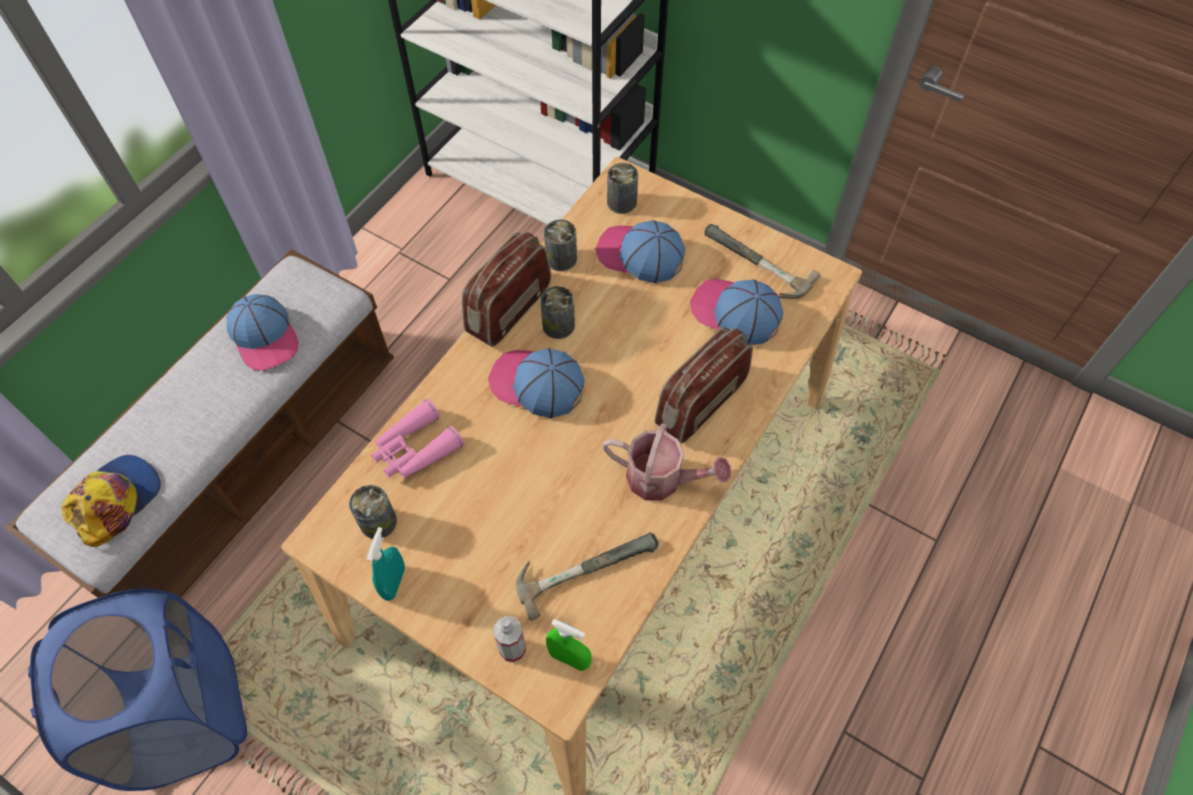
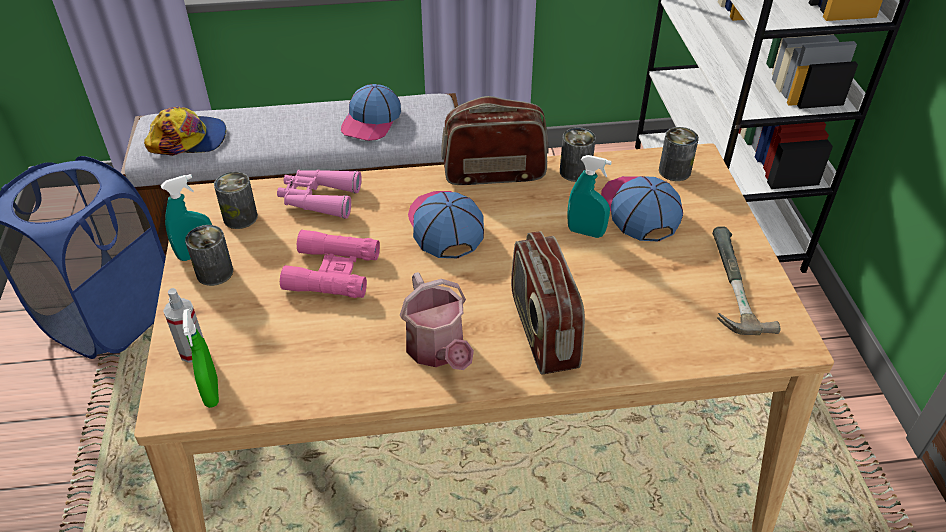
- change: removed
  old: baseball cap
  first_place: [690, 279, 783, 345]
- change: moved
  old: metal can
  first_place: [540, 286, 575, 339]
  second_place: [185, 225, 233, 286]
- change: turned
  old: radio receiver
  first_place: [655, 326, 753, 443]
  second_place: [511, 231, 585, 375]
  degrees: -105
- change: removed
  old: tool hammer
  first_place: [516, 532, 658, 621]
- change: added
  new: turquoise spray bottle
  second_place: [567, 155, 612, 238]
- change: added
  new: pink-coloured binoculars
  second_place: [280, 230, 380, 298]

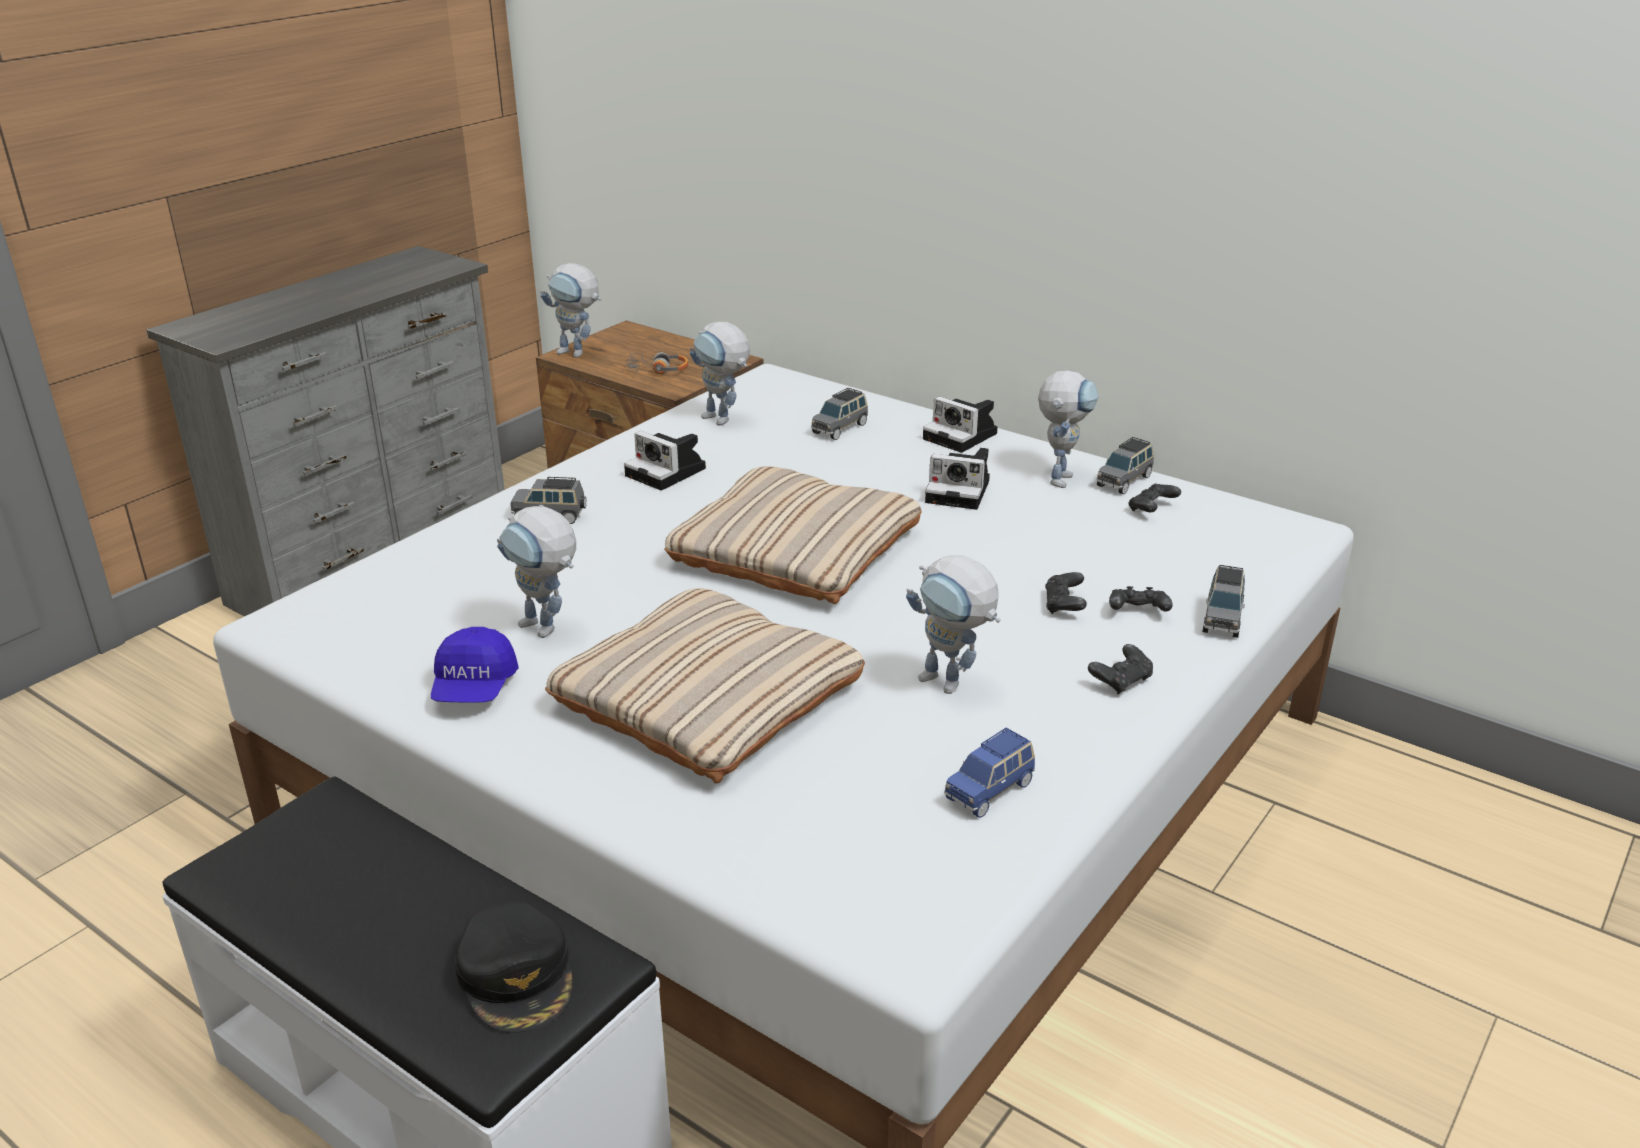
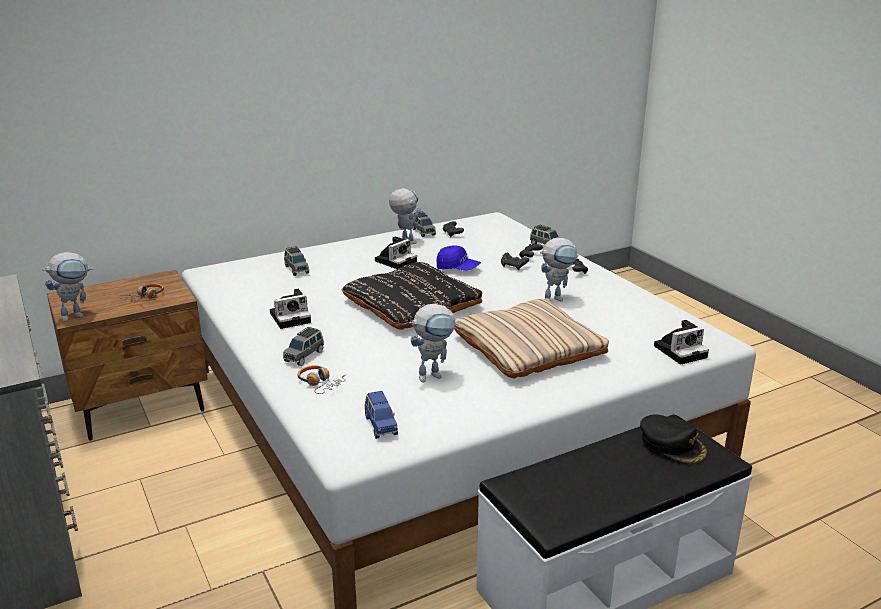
- change: removed
  old: model robot
  first_place: [689, 322, 750, 425]
- change: moved
  old: photo camera
  first_place: [923, 396, 998, 453]
  second_place: [654, 320, 709, 365]
- change: recoloured
  old: beige-coloured throw pillow
  new: black-coloured throw pillow
  first_place: [664, 466, 921, 604]
  second_place: [342, 262, 482, 330]
- change: moved
  old: blue-coloured baseball cap
  first_place: [431, 627, 519, 703]
  second_place: [437, 246, 481, 271]
- change: moved
  old: blue-coloured toy car
  first_place: [944, 728, 1035, 818]
  second_place: [365, 391, 398, 439]
- change: turned
  old: black-coloured baseball cap
  first_place: [455, 899, 573, 1033]
  second_place: [640, 414, 708, 464]
  degrees: 45
- change: added
  new: pair of headphones
  second_place: [298, 365, 346, 394]

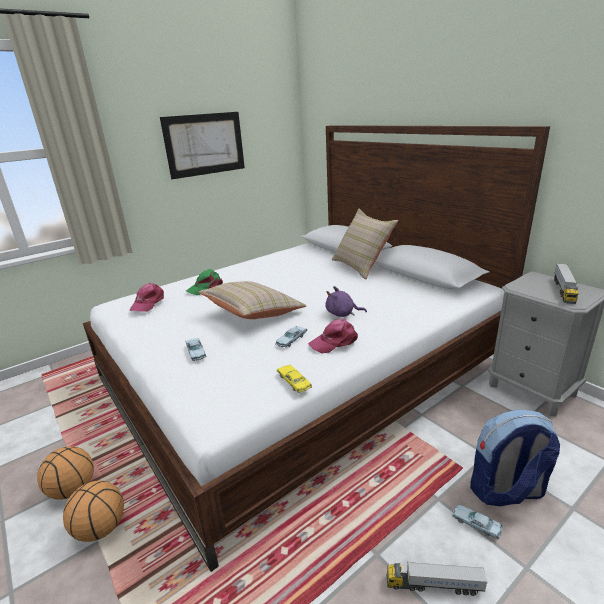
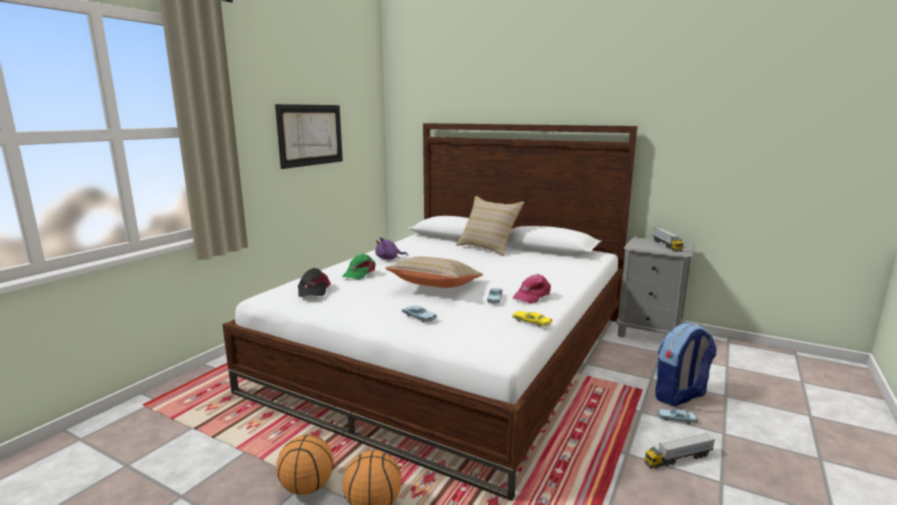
- change: recoloured
  old: pink-coloured baseball cap
  new: black-coloured baseball cap
  first_place: [130, 283, 164, 312]
  second_place: [298, 268, 331, 297]
- change: moved
  old: purple cuddly toy
  first_place: [325, 286, 367, 317]
  second_place: [375, 237, 408, 260]

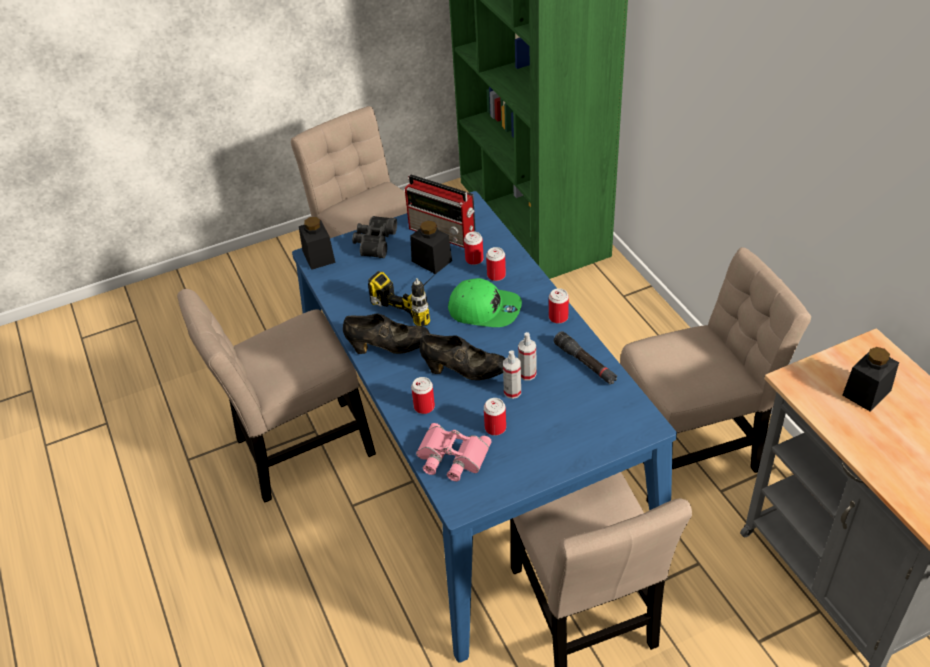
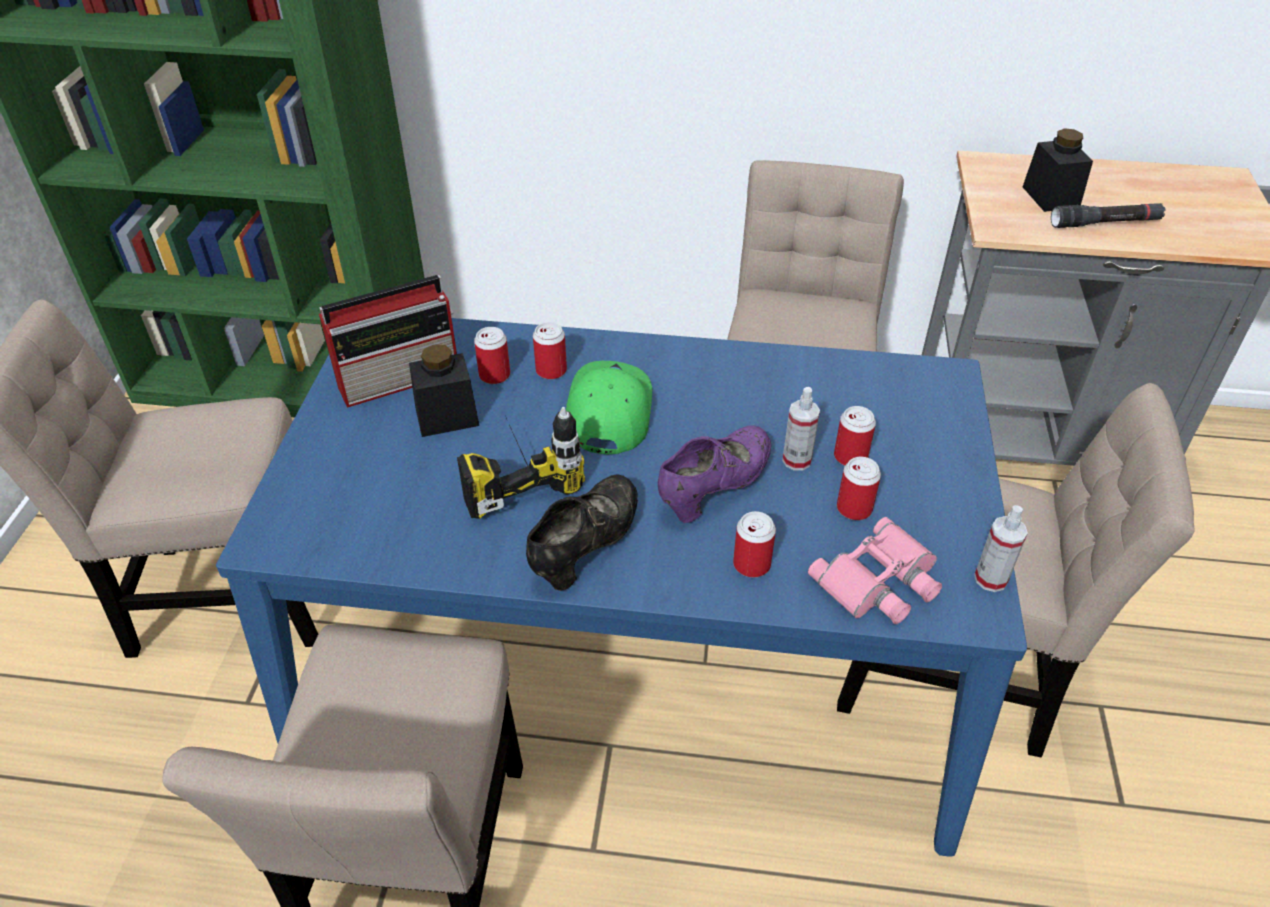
- change: removed
  old: black-coloured binoculars
  first_place: [352, 216, 397, 258]
- change: removed
  old: black-coloured jar
  first_place: [299, 217, 335, 270]
- change: turned
  old: green baseball cap
  first_place: [448, 278, 522, 327]
  second_place: [566, 361, 652, 454]
  degrees: -45
- change: moved
  old: metal can
  first_place: [549, 288, 569, 323]
  second_place: [834, 406, 876, 466]
- change: moved
  old: black-coloured hand torch
  first_place: [554, 331, 617, 385]
  second_place: [1051, 203, 1166, 228]
- change: moved
  old: spray bottle
  first_place: [518, 332, 536, 381]
  second_place: [974, 505, 1028, 592]
- change: recoloured
  old: black-coloured shoe
  new: purple shoe
  first_place: [420, 334, 506, 380]
  second_place: [658, 425, 772, 523]

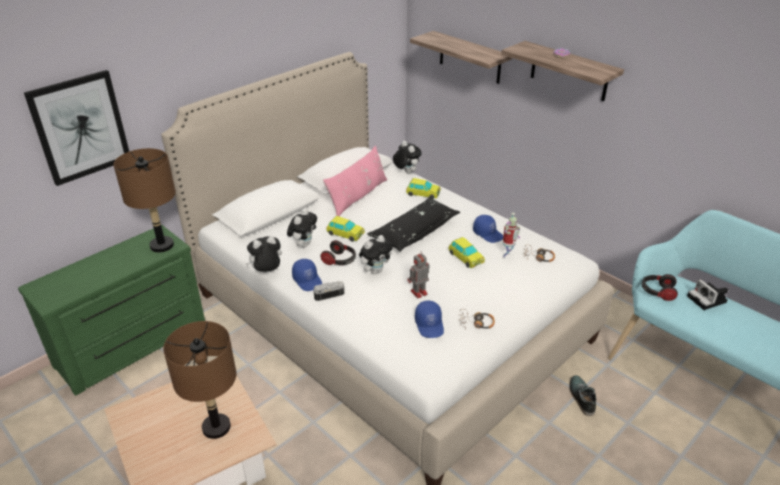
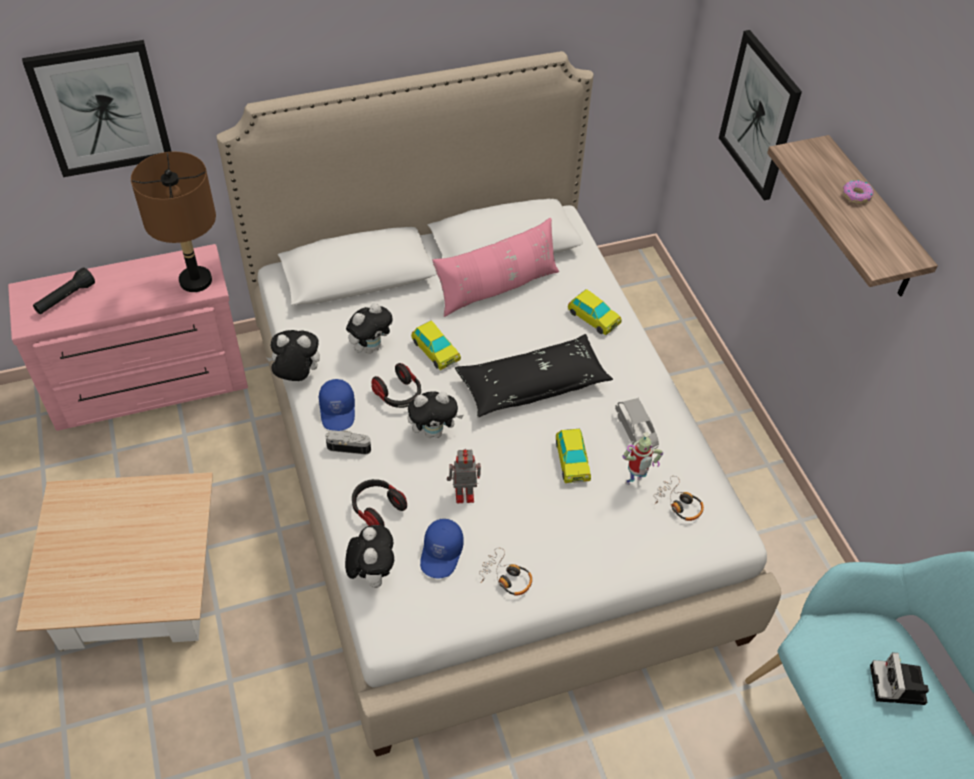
- change: replaced
  old: shelf
  new: picture
  first_place: [410, 31, 512, 84]
  second_place: [719, 30, 802, 200]
- change: moved
  old: cuddly toy
  first_place: [393, 141, 422, 174]
  second_place: [345, 525, 394, 588]
- change: replaced
  old: blue-coloured baseball cap
  new: grey toy car
  first_place: [473, 215, 503, 243]
  second_place: [615, 398, 659, 449]
- change: recoloured
  old: green dresser
  new: pink-coloured dresser
  first_place: [18, 225, 205, 396]
  second_place: [8, 244, 248, 431]
- change: moved
  old: pair of headphones
  first_place: [642, 274, 678, 301]
  second_place: [352, 479, 407, 526]
- change: removed
  old: brown tabletop lamp
  first_place: [163, 321, 236, 439]
- change: removed
  old: shoe
  first_place: [569, 375, 596, 416]
- change: added
  new: black-coloured hand torch
  second_place: [33, 268, 95, 314]

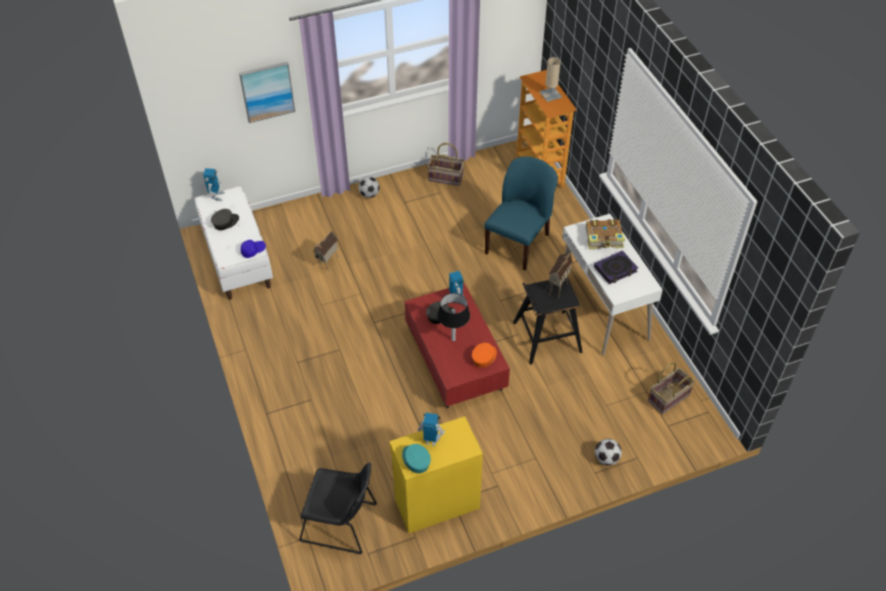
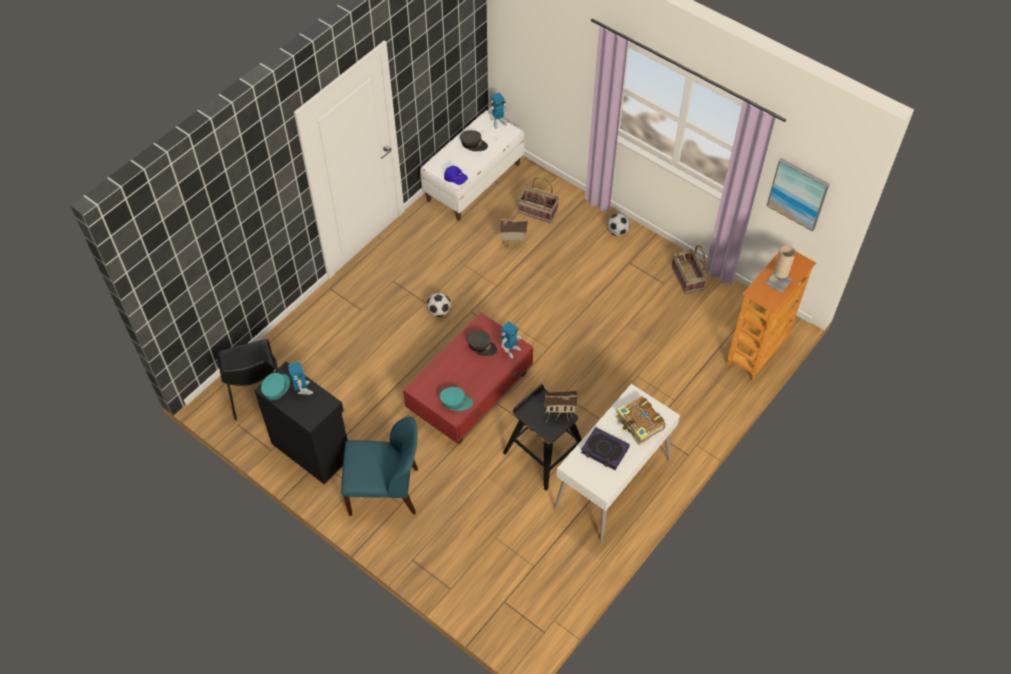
- change: moved
  old: picture
  first_place: [239, 62, 295, 123]
  second_place: [767, 158, 829, 231]
- change: moved
  old: blue-coloured chair
  first_place: [484, 156, 558, 270]
  second_place: [341, 416, 418, 516]
- change: removed
  old: black-coloured tabletop lamp
  first_place: [437, 293, 470, 341]
- change: recoloured
  old: orangey baseball cap
  new: turquoise baseball cap
  first_place: [472, 343, 497, 368]
  second_place: [440, 387, 473, 411]
- change: moved
  old: storage basket
  first_place: [648, 362, 695, 414]
  second_place: [518, 177, 559, 223]
- change: recoloured
  old: yellowish cabinet
  new: black-coloured cabinet
  first_place: [390, 416, 483, 533]
  second_place: [254, 362, 347, 484]
- change: moved
  old: ball for football
  first_place: [595, 439, 622, 466]
  second_place: [427, 293, 451, 317]

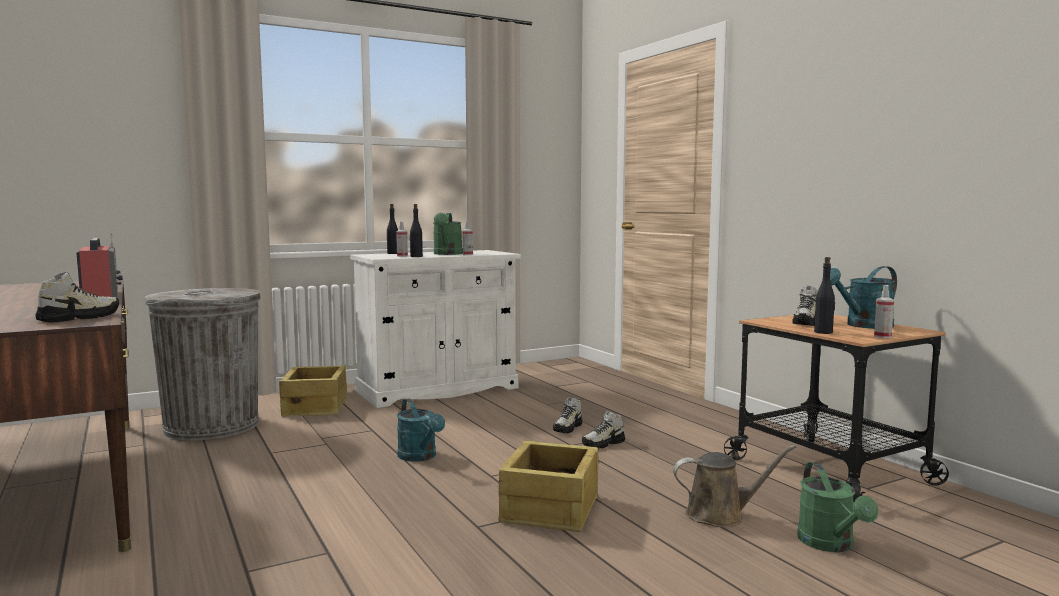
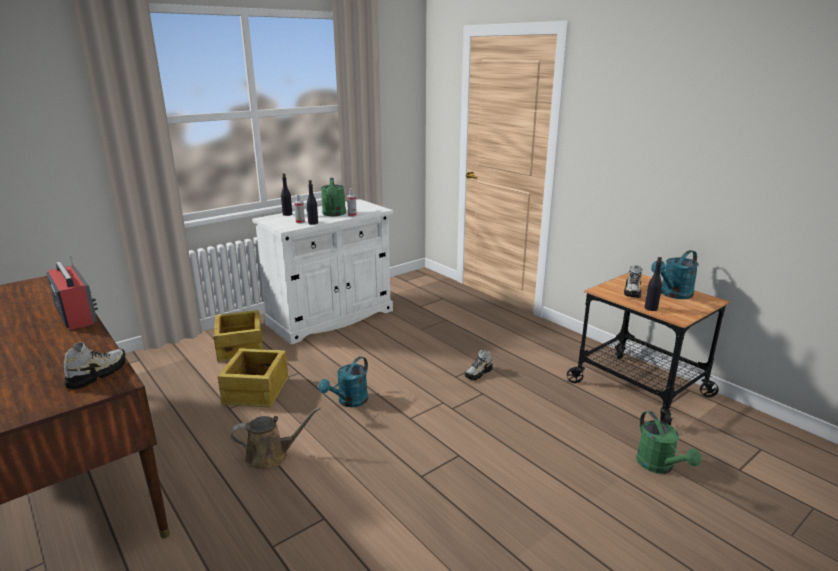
- change: removed
  old: spray bottle
  first_place: [874, 285, 894, 338]
- change: removed
  old: grey rubbish bin
  first_place: [145, 288, 261, 441]
- change: removed
  old: shoe
  first_place: [553, 397, 582, 434]
- change: turned
  old: turquoise sprinkling can
  first_place: [397, 398, 445, 462]
  second_place: [318, 356, 368, 407]
  degrees: 75
- change: moved
  old: crate
  first_place: [499, 440, 598, 532]
  second_place: [218, 348, 288, 407]
- change: moved
  old: brown sprinkling can
  first_place: [673, 445, 796, 527]
  second_place: [231, 407, 321, 470]

